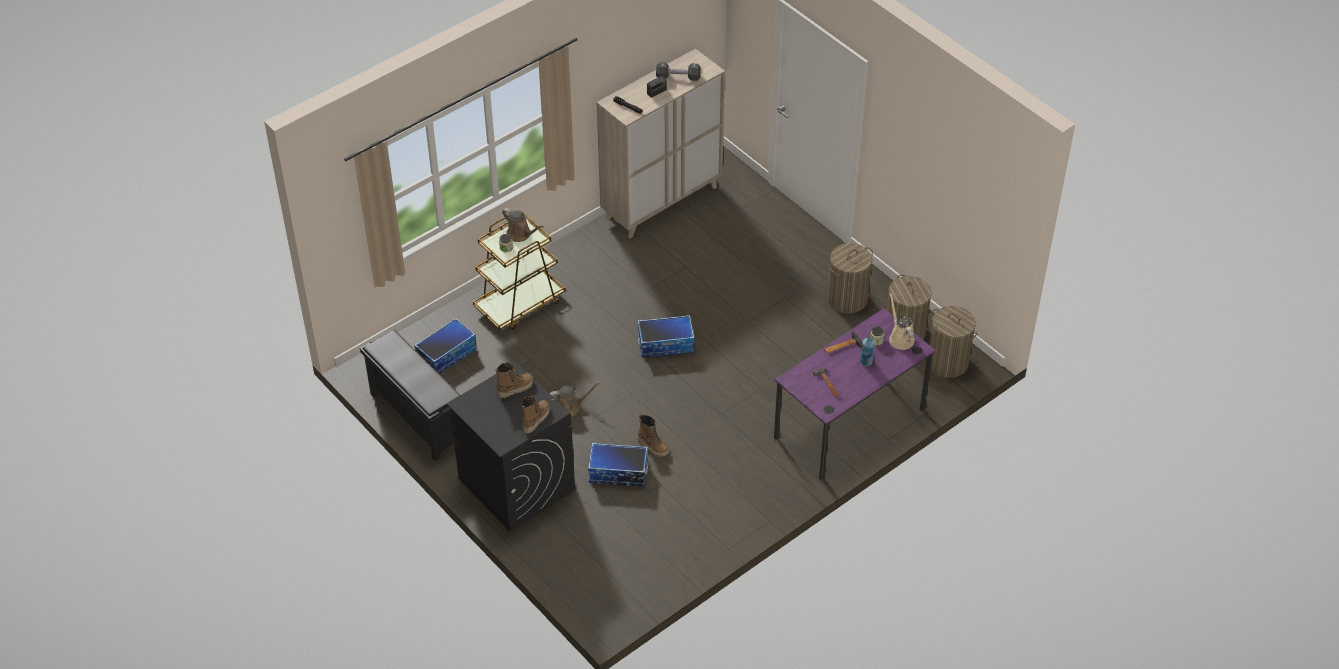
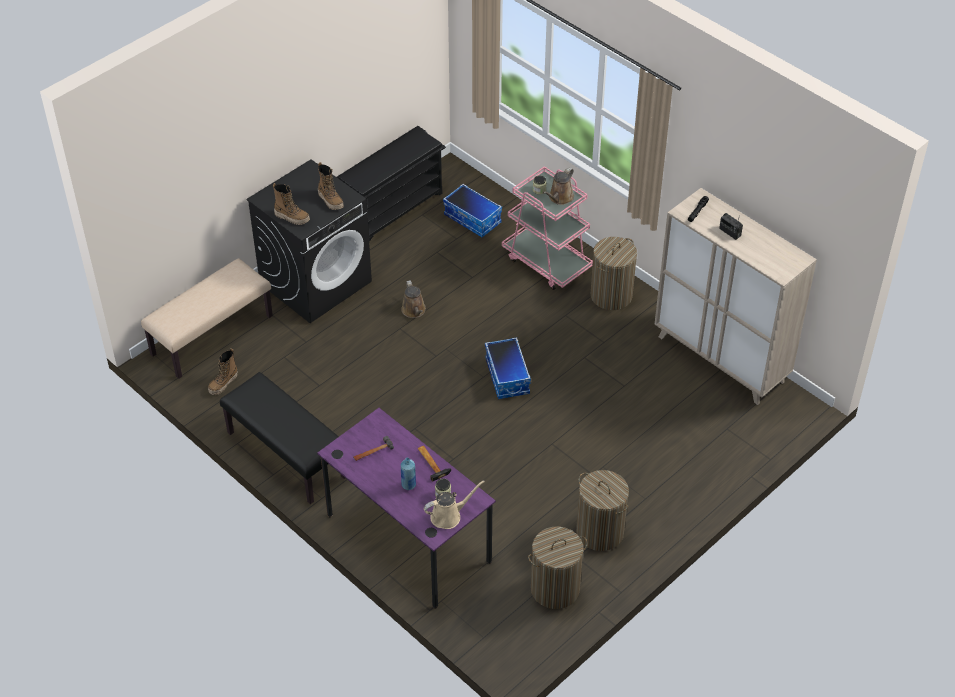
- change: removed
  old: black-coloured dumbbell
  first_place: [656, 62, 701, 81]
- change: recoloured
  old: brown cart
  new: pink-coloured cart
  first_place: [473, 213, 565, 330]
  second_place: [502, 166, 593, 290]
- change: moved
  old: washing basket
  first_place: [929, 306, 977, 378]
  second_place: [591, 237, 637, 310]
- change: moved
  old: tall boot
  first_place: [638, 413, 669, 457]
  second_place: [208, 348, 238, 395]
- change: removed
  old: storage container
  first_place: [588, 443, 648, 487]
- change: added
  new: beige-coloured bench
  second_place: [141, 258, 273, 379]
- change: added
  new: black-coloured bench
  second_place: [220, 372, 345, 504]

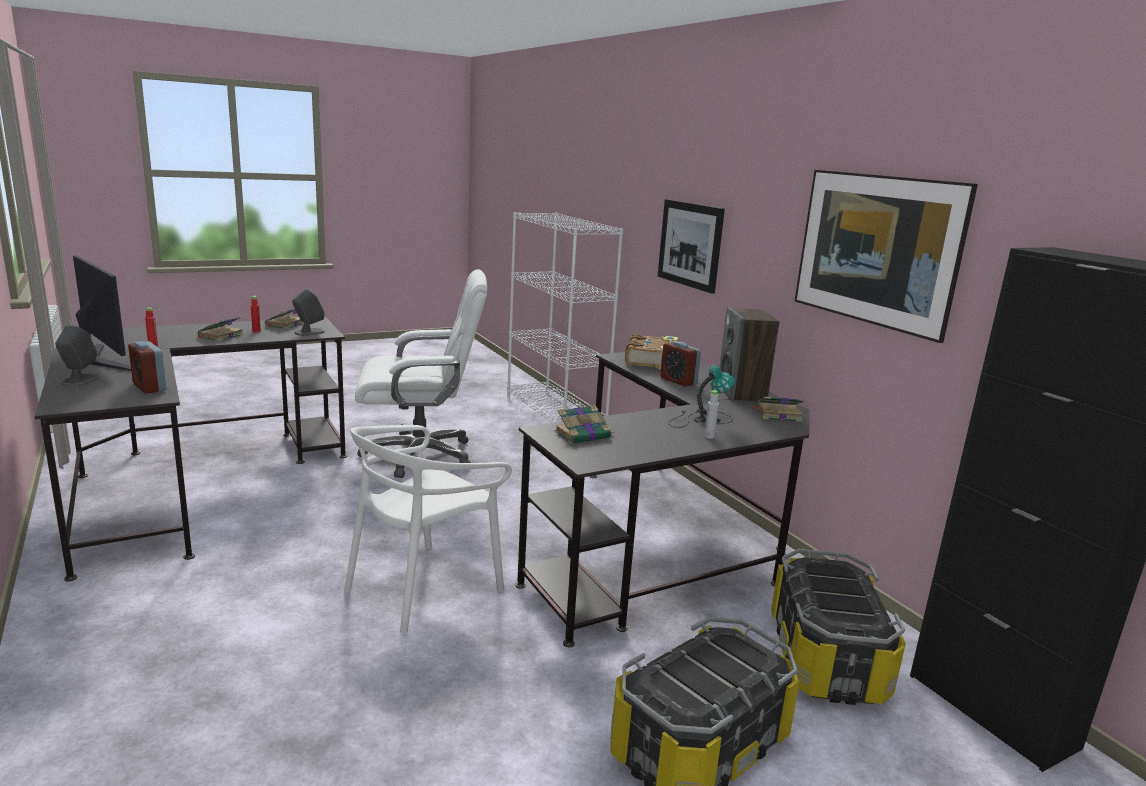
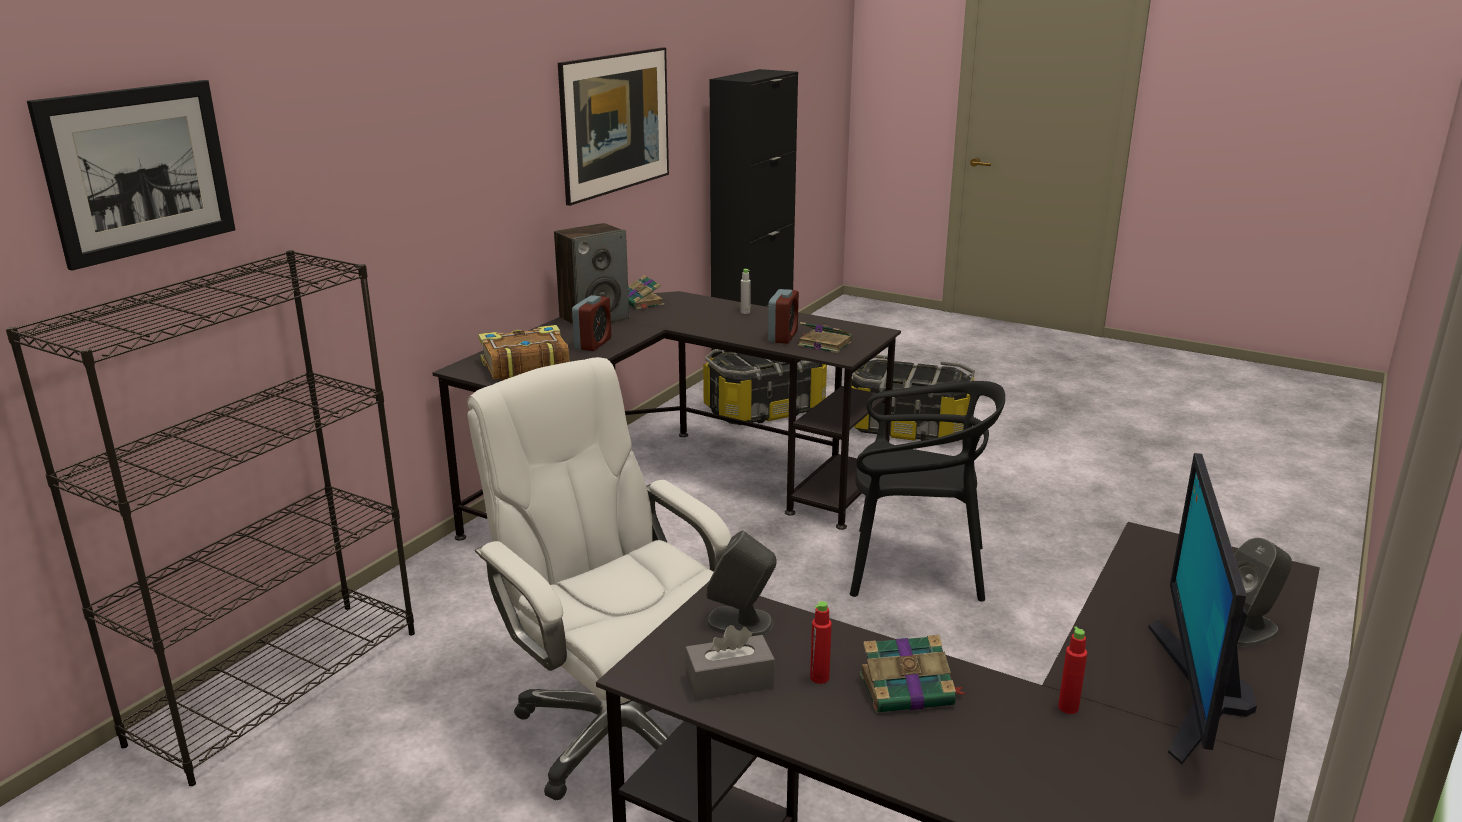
- change: moved
  old: picture
  first_place: [658, 199, 725, 294]
  second_place: [27, 80, 235, 270]
- change: recoloured
  old: whitish bookshelf
  new: black-coloured bookshelf
  first_place: [507, 212, 623, 423]
  second_place: [6, 250, 415, 786]
- change: replaced
  old: volume
  new: grey box of tissues
  first_place: [265, 309, 304, 329]
  second_place: [685, 625, 775, 701]
- change: moved
  old: bedside clock
  first_place: [128, 341, 166, 394]
  second_place: [768, 289, 799, 344]
- change: removed
  old: tabletop lamp
  first_place: [669, 365, 734, 428]
- change: recoloured
  old: whitish chair
  new: black-coloured chair
  first_place: [344, 425, 512, 633]
  second_place: [850, 381, 1005, 602]

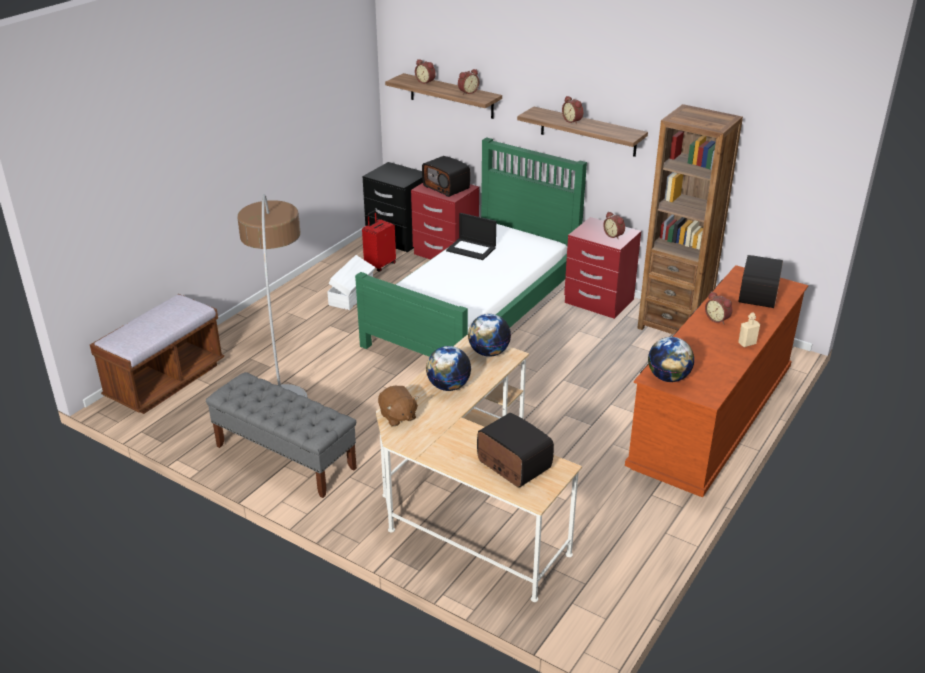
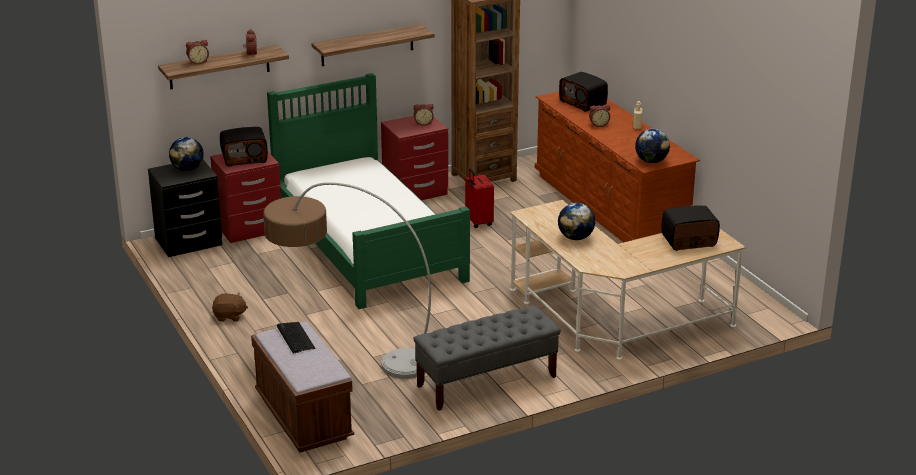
- change: removed
  old: bedside clock
  first_place: [562, 96, 583, 124]
- change: moved
  old: reddish piece of luggage
  first_place: [362, 210, 396, 271]
  second_place: [465, 169, 494, 228]
- change: removed
  old: notebook computer
  first_place: [446, 213, 496, 260]
- change: removed
  old: whitish storage container
  first_place: [327, 255, 375, 310]
- change: moved
  old: globe
  first_place: [468, 314, 511, 357]
  second_place: [169, 137, 204, 171]
- change: moved
  old: brown cuddly toy
  first_place: [378, 386, 419, 427]
  second_place: [212, 293, 248, 322]
- change: added
  new: keyboard
  second_place: [277, 322, 315, 353]

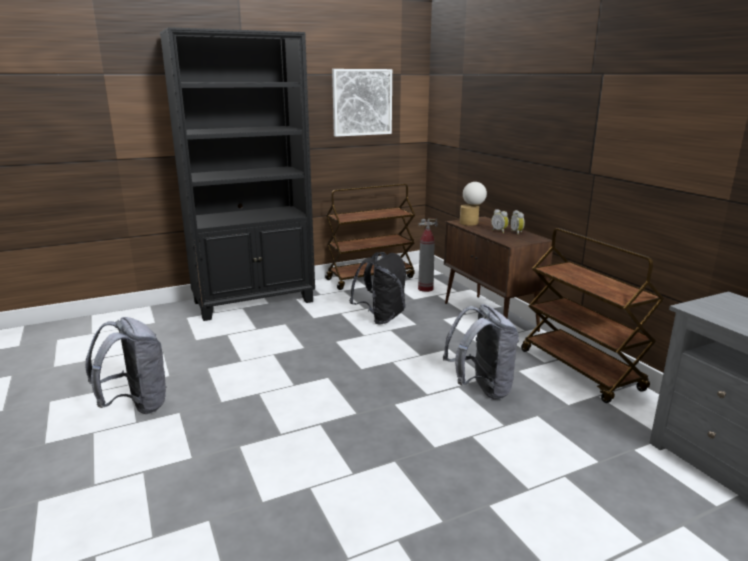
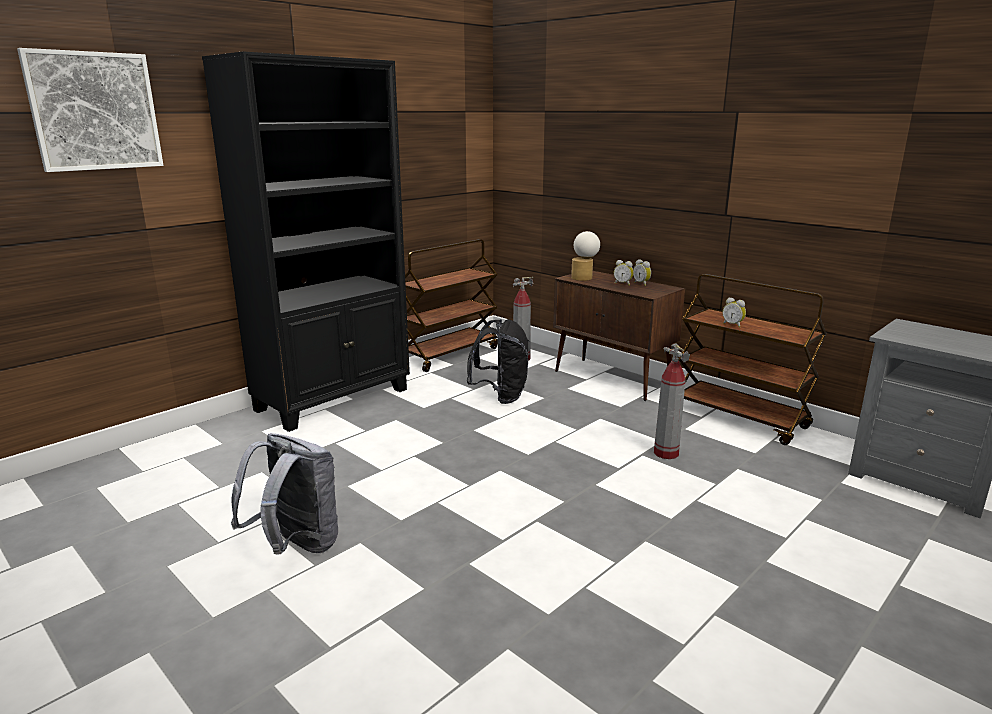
- change: moved
  old: picture
  first_place: [332, 69, 392, 137]
  second_place: [17, 48, 163, 172]
- change: replaced
  old: grey knapsack
  new: fire-fighting cylinder
  first_place: [443, 304, 519, 400]
  second_place: [654, 343, 690, 459]
- change: added
  new: bedside clock
  second_place: [722, 298, 746, 328]

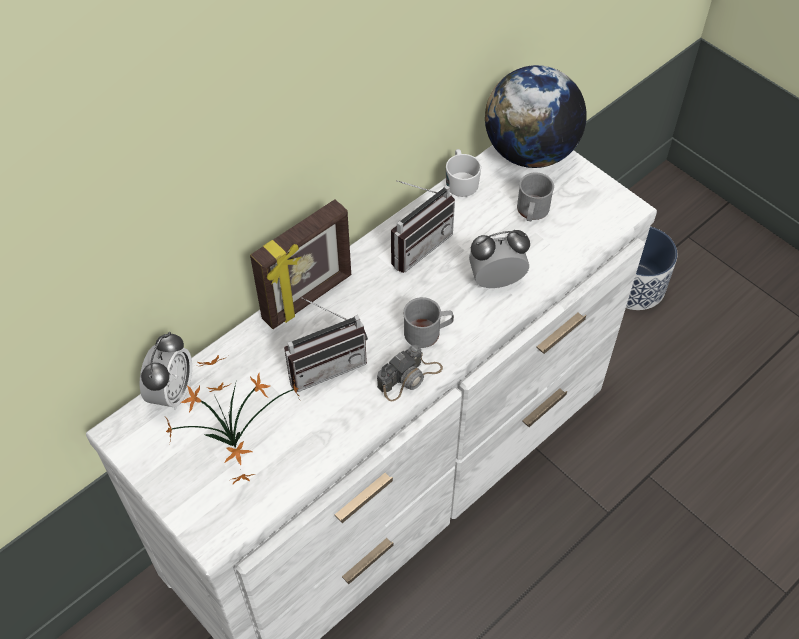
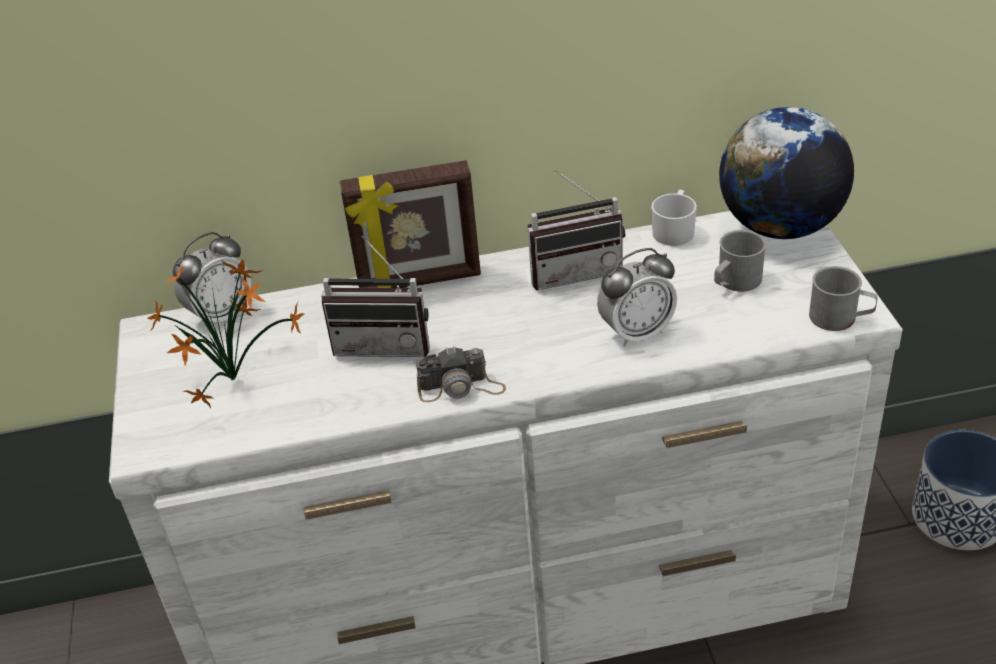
- change: turned
  old: bedside clock
  first_place: [469, 230, 530, 288]
  second_place: [597, 248, 677, 347]
  degrees: 135
- change: moved
  old: grey mug
  first_place: [403, 297, 454, 348]
  second_place: [809, 266, 878, 331]

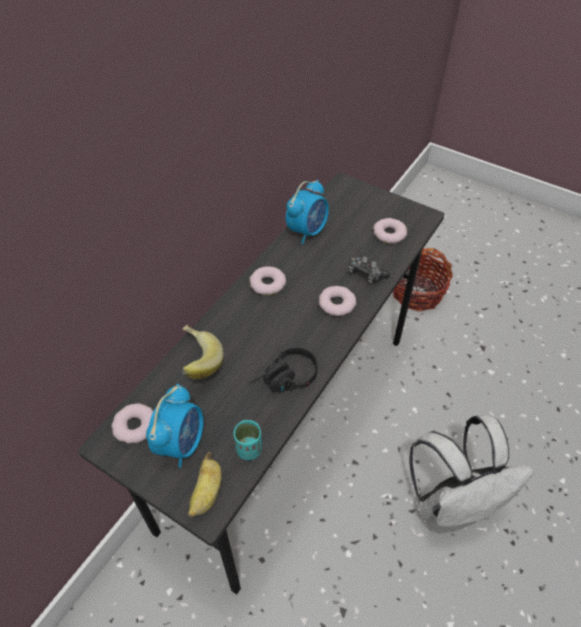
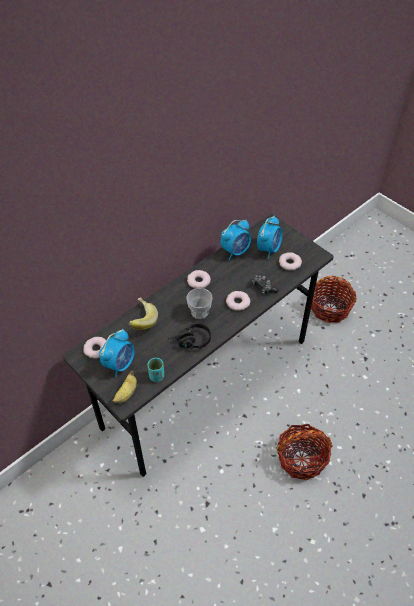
- change: replaced
  old: whitish knapsack
  new: storage basket
  first_place: [410, 415, 534, 533]
  second_place: [276, 424, 332, 481]
- change: added
  new: bedside clock
  second_place: [257, 216, 283, 259]
- change: added
  new: cup
  second_place: [186, 288, 213, 319]

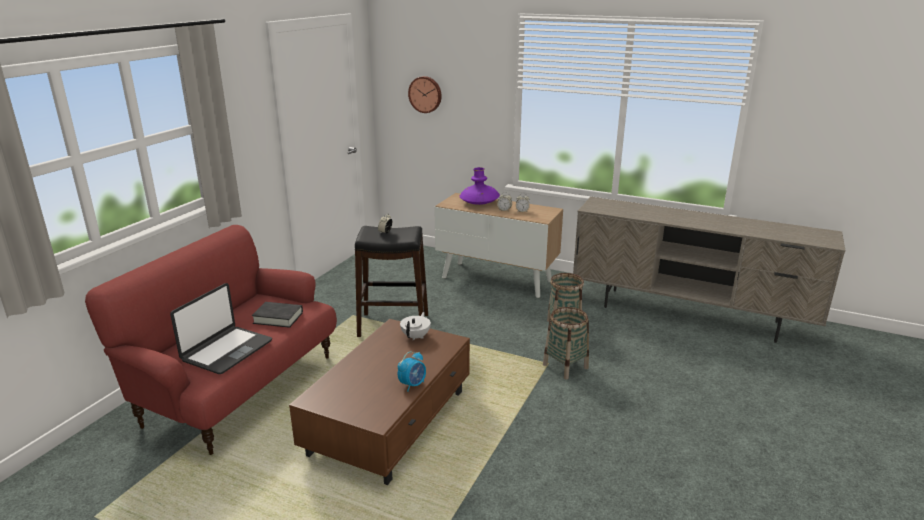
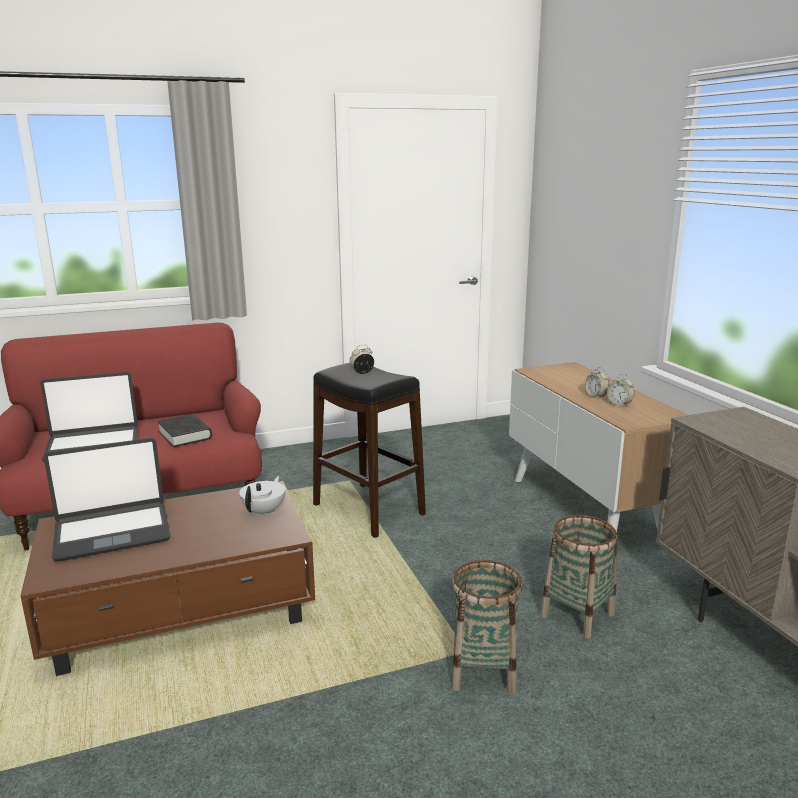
- change: removed
  old: hanging clock
  first_place: [408, 76, 442, 113]
- change: removed
  old: purple flower vase
  first_place: [460, 167, 500, 205]
- change: turned
  old: whitish tea pot
  first_place: [400, 312, 431, 341]
  second_place: [239, 476, 285, 517]
  degrees: -45
- change: removed
  old: bedside clock
  first_place: [398, 352, 426, 392]
- change: added
  new: notebook computer
  second_place: [44, 438, 170, 562]

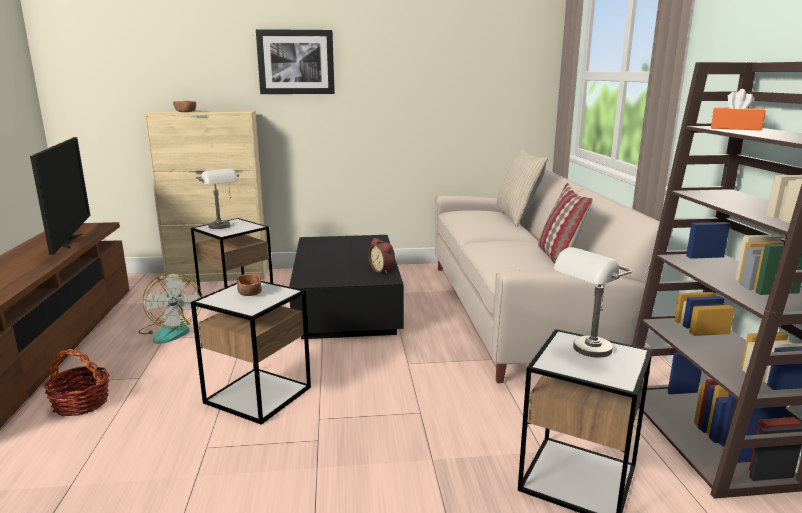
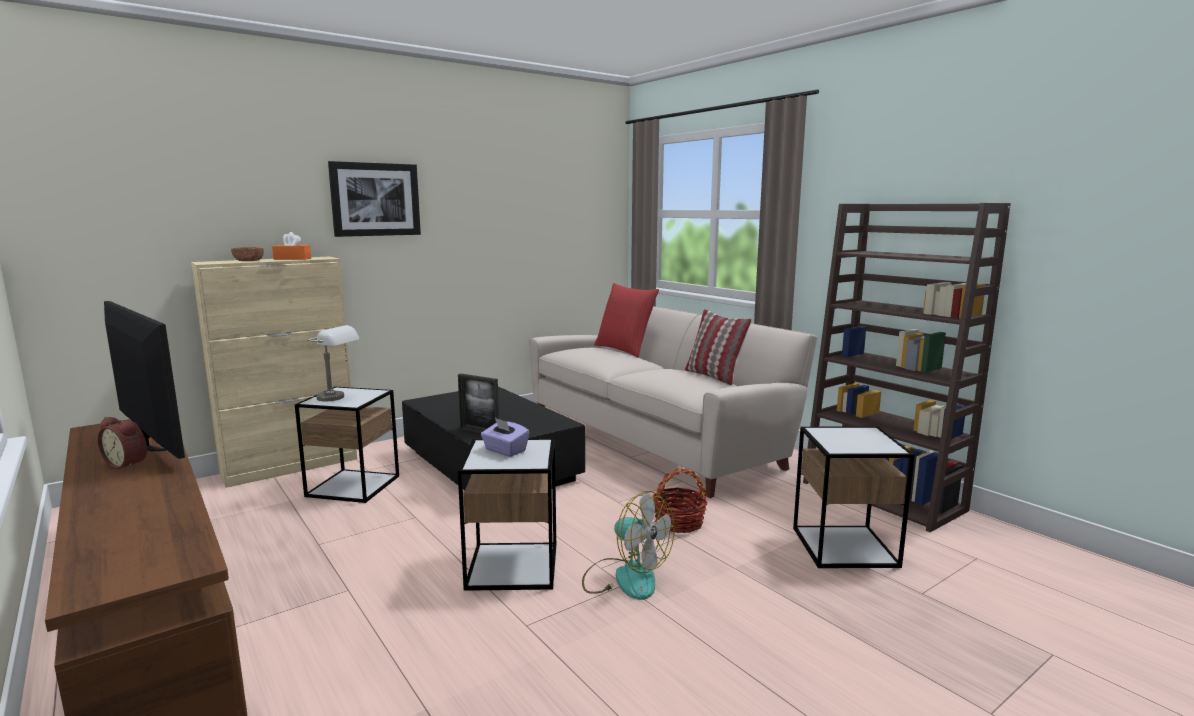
- change: moved
  old: orangey box of tissues
  first_place: [711, 89, 766, 131]
  second_place: [272, 232, 311, 260]
- change: recoloured
  old: beige-coloured throw pillow
  new: reddish throw pillow
  first_place: [495, 148, 548, 227]
  second_place: [594, 283, 659, 358]
- change: moved
  old: bedside clock
  first_place: [369, 238, 395, 274]
  second_place: [97, 417, 147, 469]
- change: removed
  old: grey tabletop lamp
  first_place: [554, 247, 632, 358]
- change: moved
  old: fan
  first_place: [138, 273, 202, 344]
  second_place: [582, 491, 675, 600]
- change: replaced
  old: brown serving bowl
  new: purple box of tissues
  first_place: [237, 273, 262, 296]
  second_place: [481, 418, 529, 457]
- change: moved
  old: storage basket
  first_place: [44, 349, 110, 416]
  second_place: [653, 468, 708, 533]
- change: added
  new: picture frame
  second_place: [458, 374, 499, 433]

